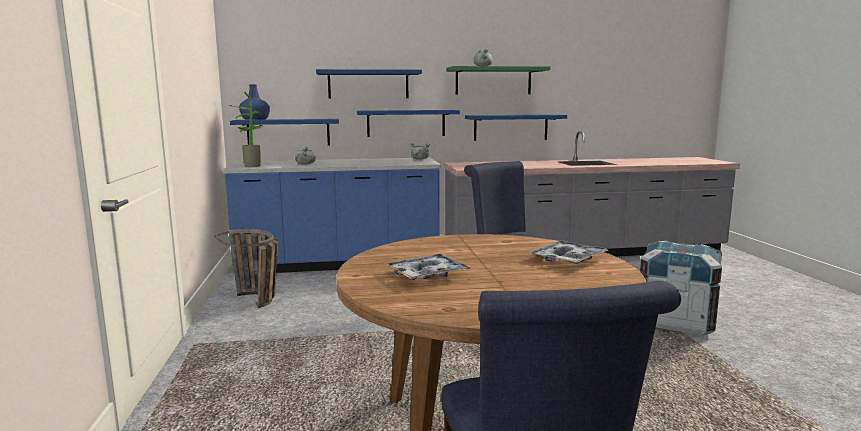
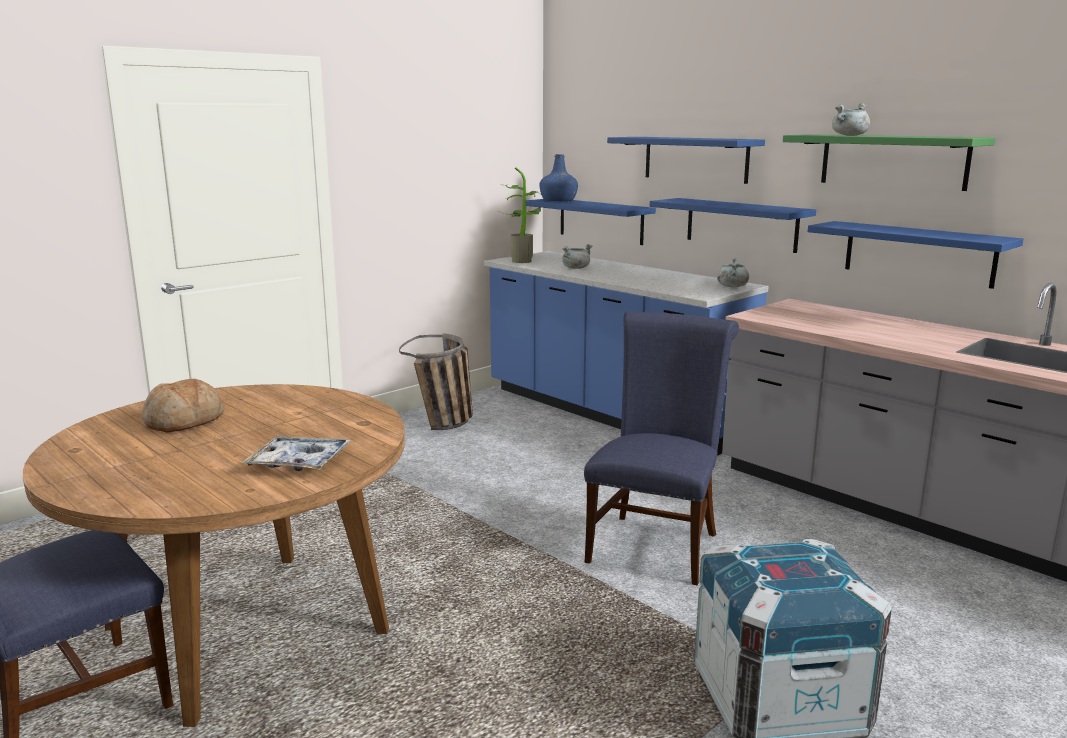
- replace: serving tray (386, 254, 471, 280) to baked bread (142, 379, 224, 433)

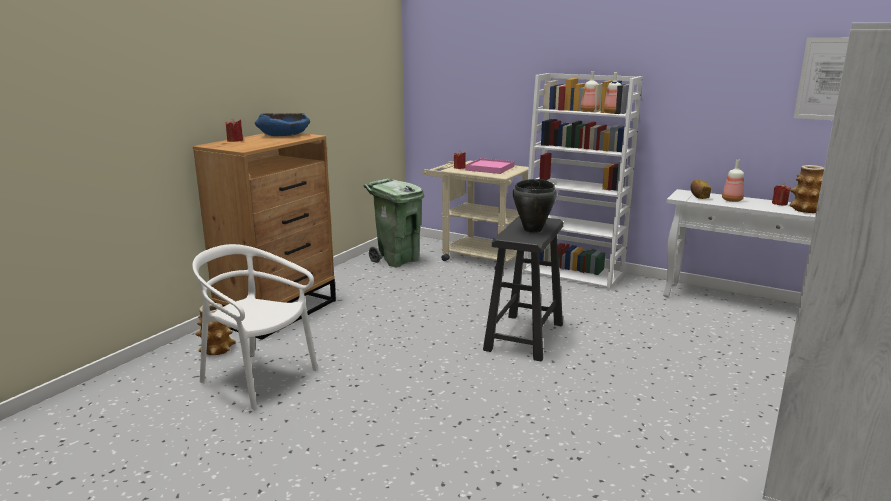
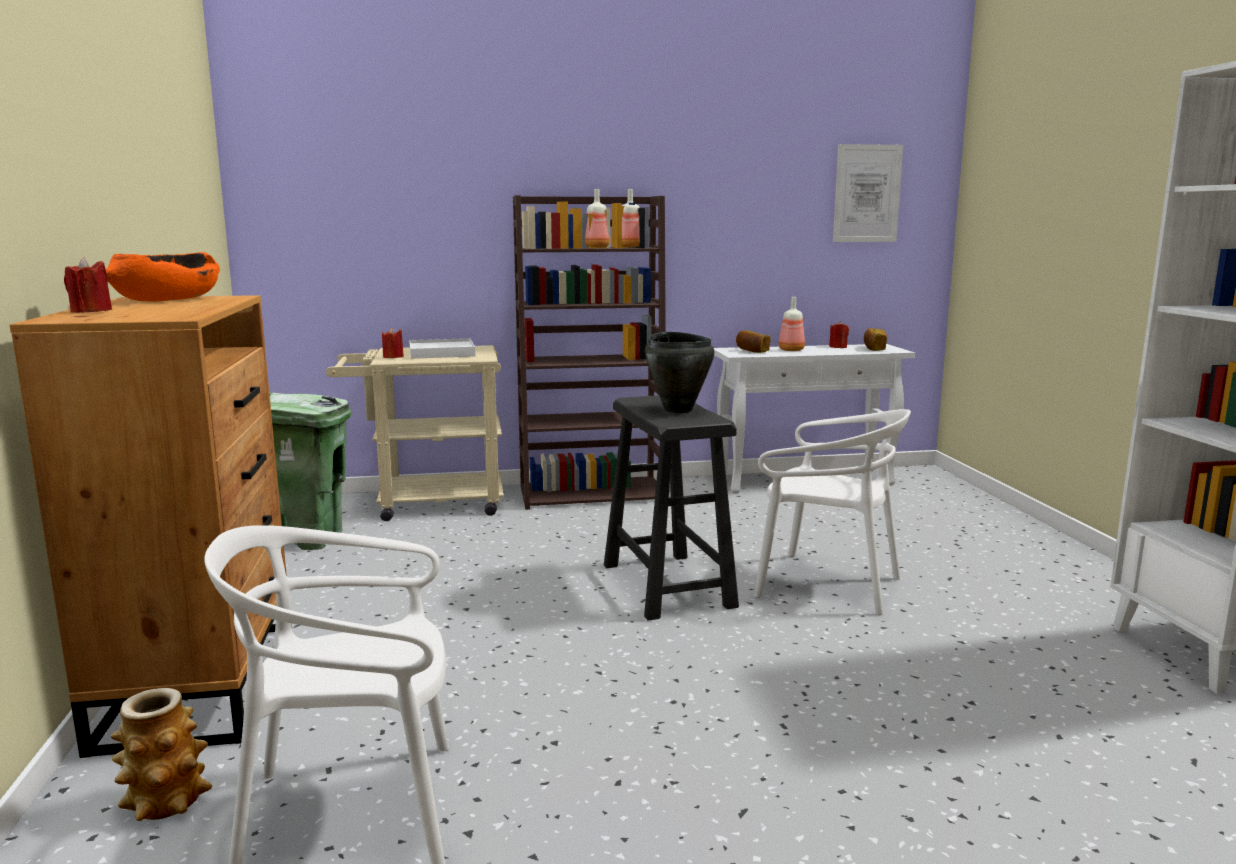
- recolor: whitish shelving unit (522, 73, 643, 291) to brownish shelving unit (513, 195, 666, 510)
- recolor: blue-coloured bowl (255, 113, 310, 136) to orangey bowl (106, 252, 220, 302)
- recolor: pinkish serving tray (465, 158, 514, 174) to whitish serving tray (409, 338, 476, 359)
- replace: vase (789, 165, 824, 213) to baked bread (864, 328, 887, 351)
- insert: whitish upright chair (754, 409, 911, 615)

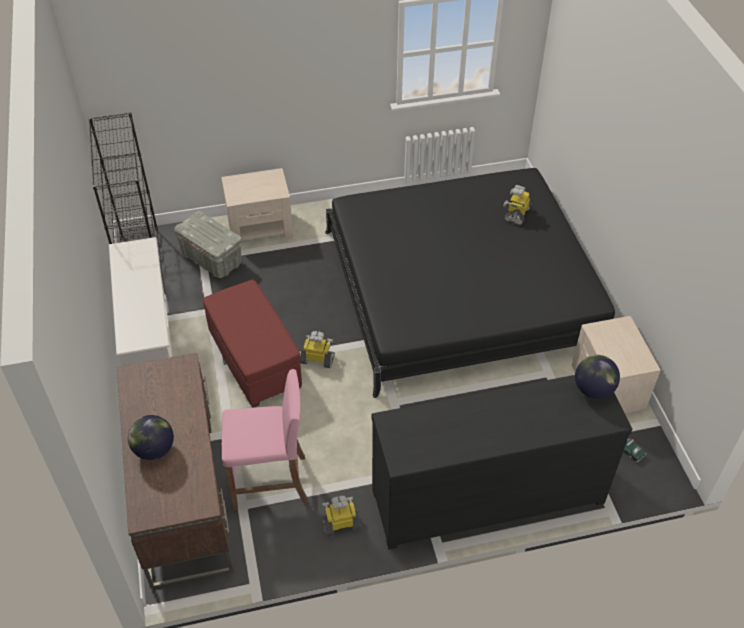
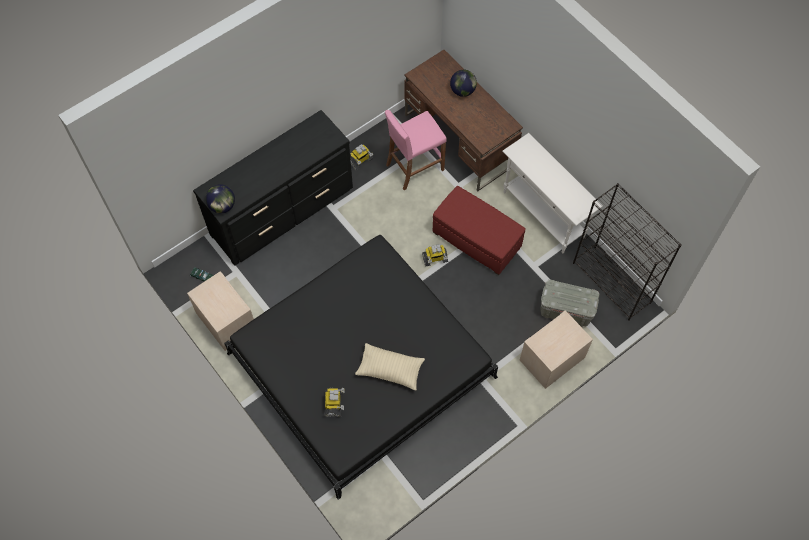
- insert: beige throw pillow (355, 343, 425, 391)

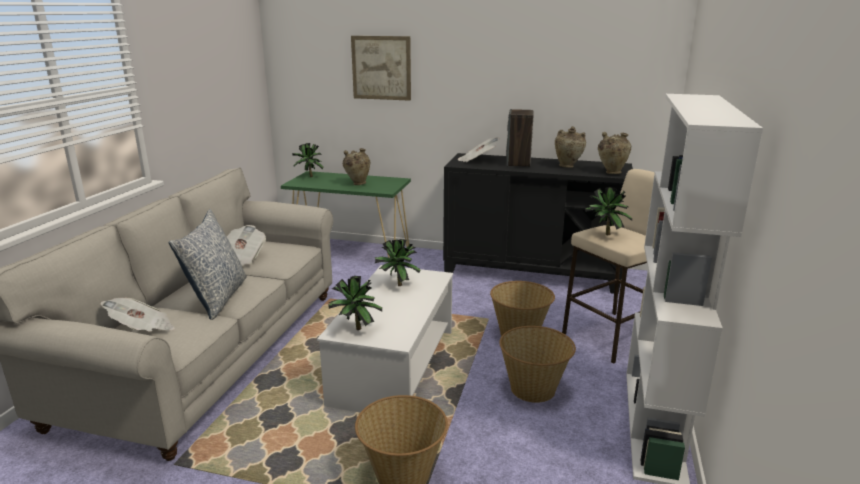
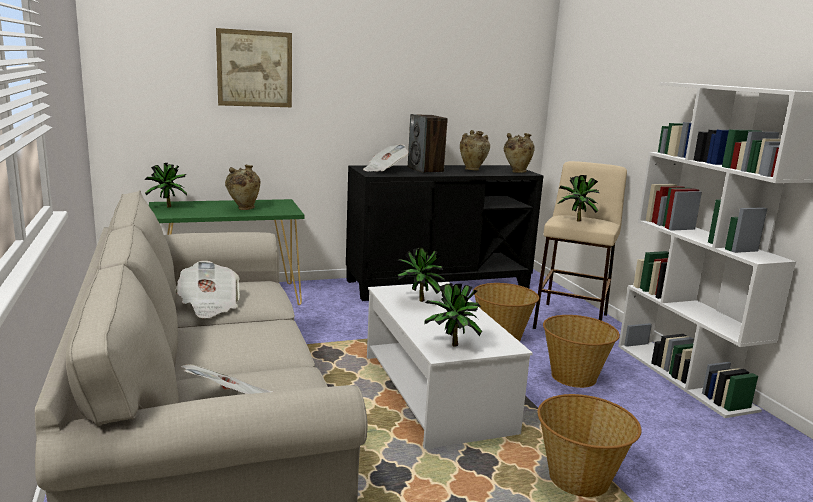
- delete: throw pillow (169, 209, 247, 320)

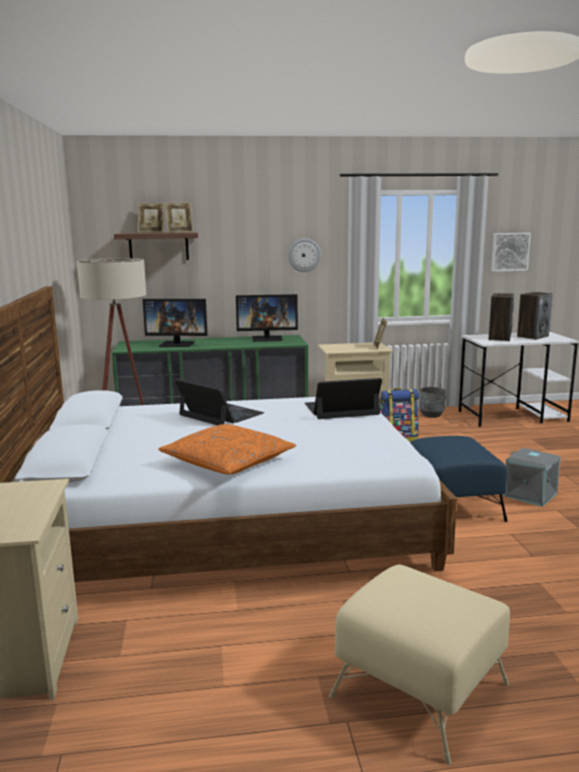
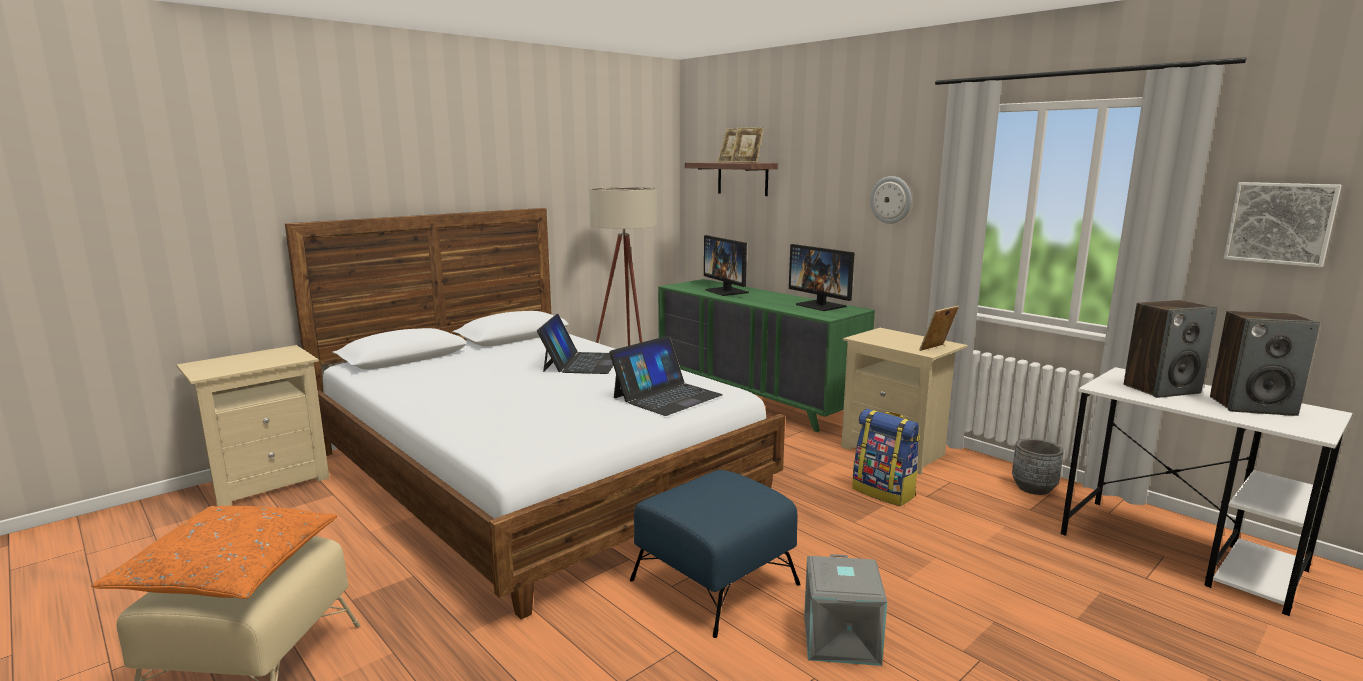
- rotate: portable computer (305, 378, 382, 419) = (609, 336, 723, 416) 90 degrees clockwise
- move: orangey throw pillow (158, 424, 296, 474) to (92, 506, 337, 599)

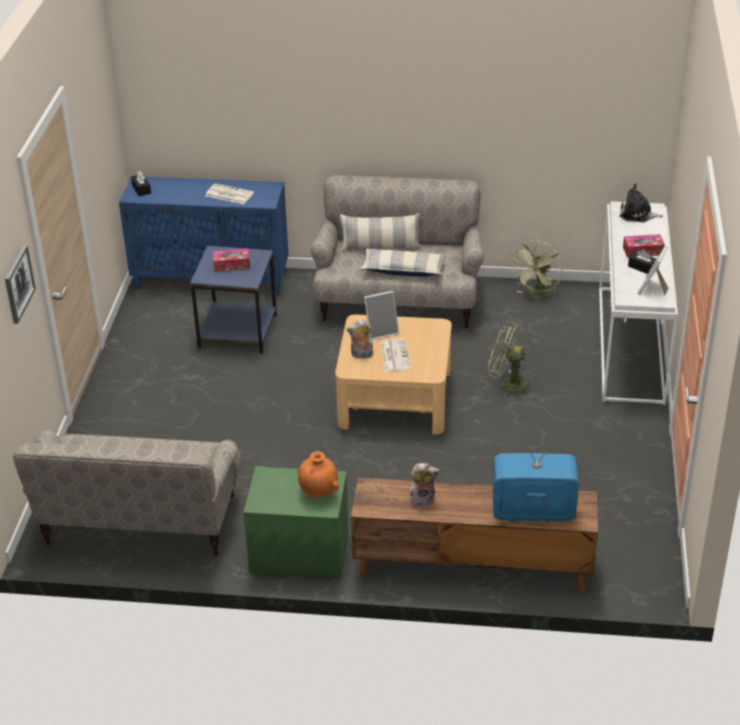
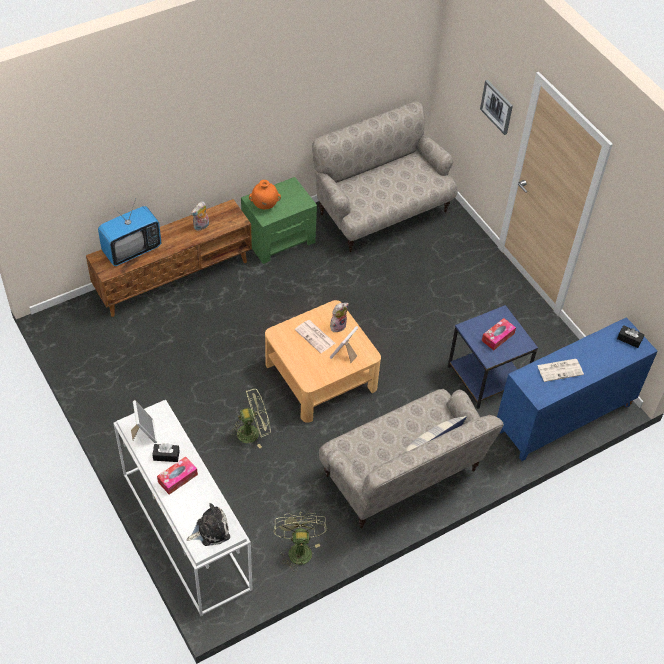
- delete: throw pillow (360, 249, 446, 277)

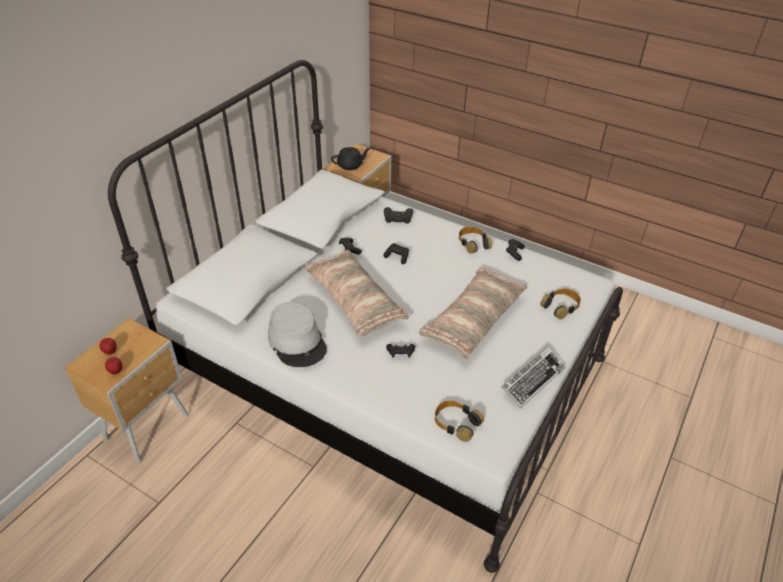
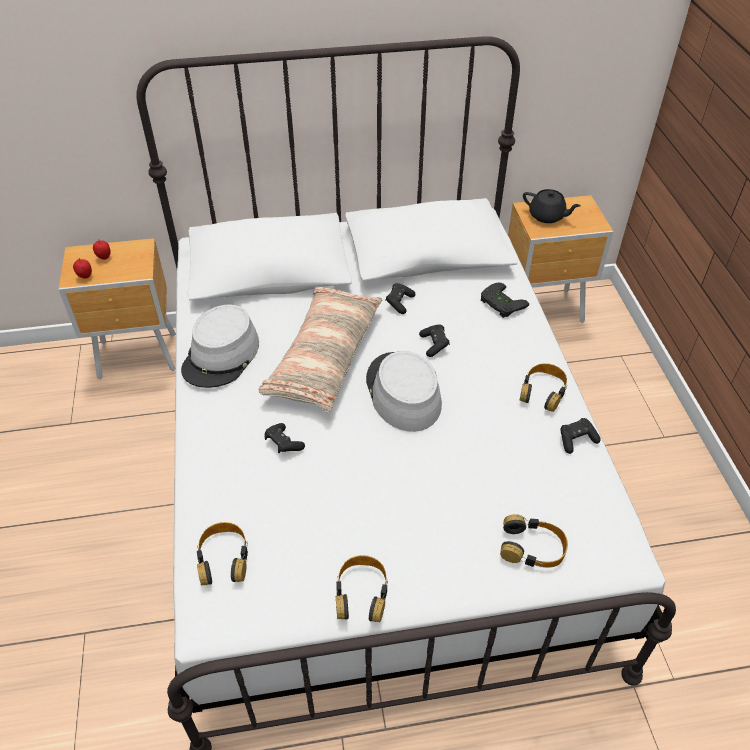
- delete: throw pillow (419, 268, 527, 359)
- replace: computer keyboard (502, 347, 566, 408) to headphones (336, 555, 388, 622)
- insert: gray hat (366, 351, 442, 432)

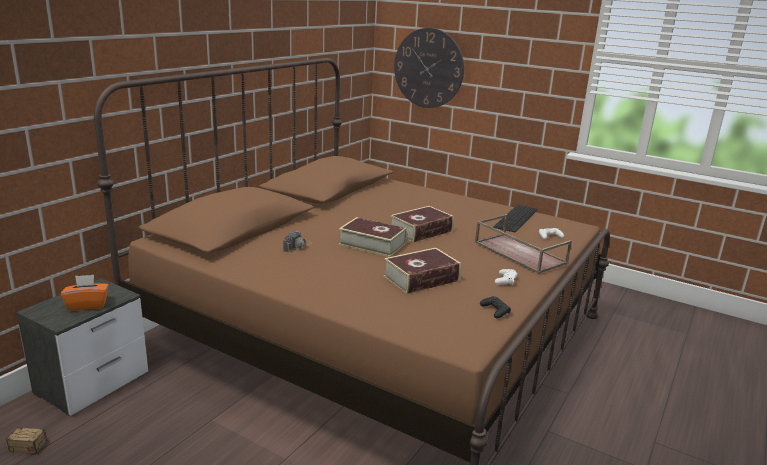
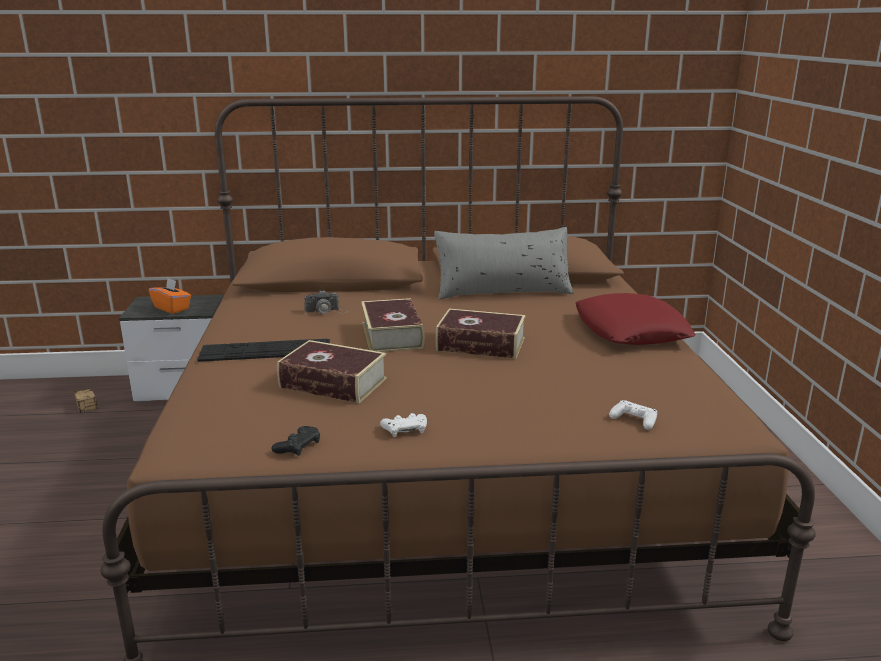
- delete: wall clock (394, 28, 464, 108)
- move: computer keyboard (493, 205, 538, 233) to (197, 338, 330, 362)
- delete: brownish serving tray (475, 214, 572, 274)
- insert: gray throw pillow (434, 227, 573, 300)
- insert: red-coloured throw pillow (576, 293, 695, 345)

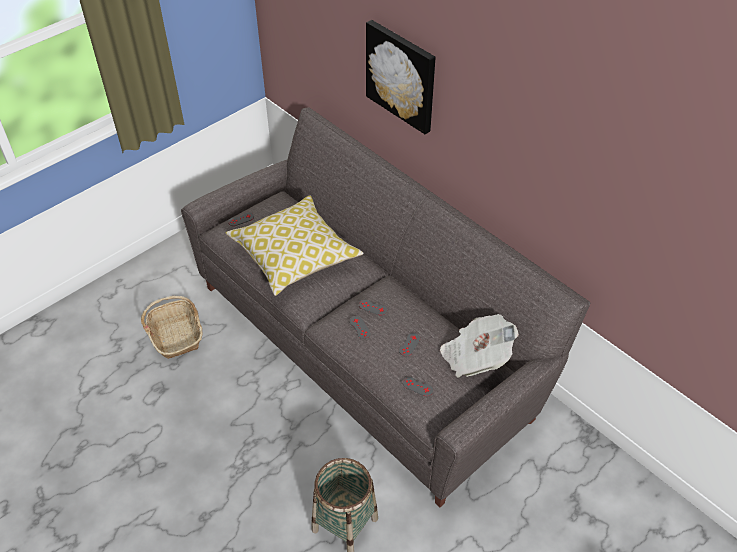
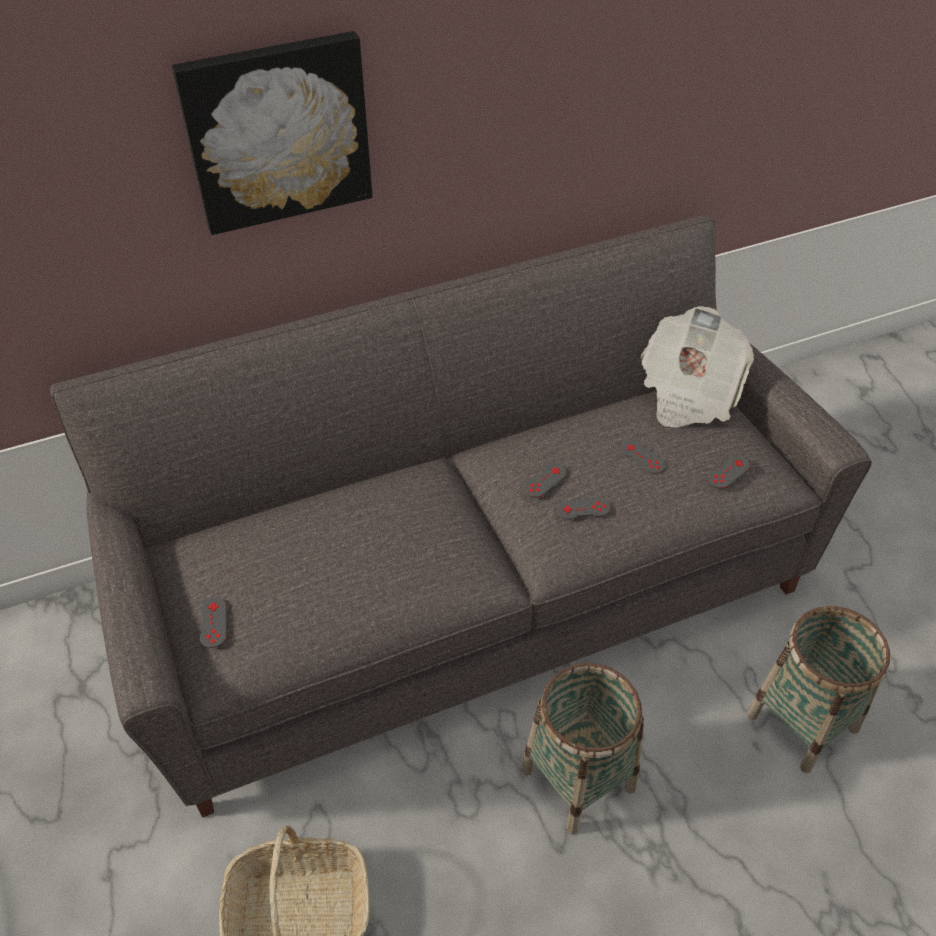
- delete: throw pillow (226, 195, 364, 296)
- insert: basket (521, 663, 644, 835)

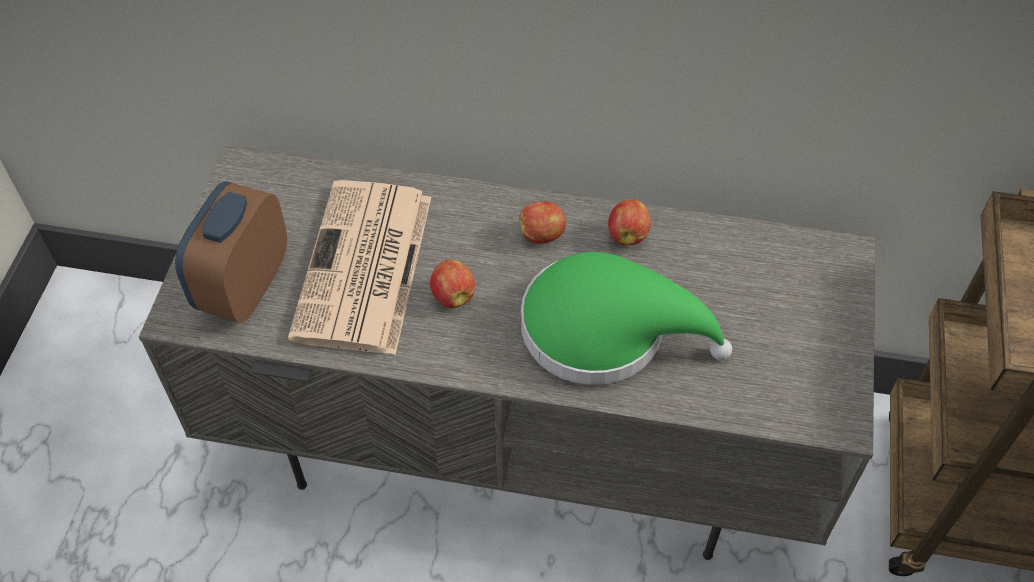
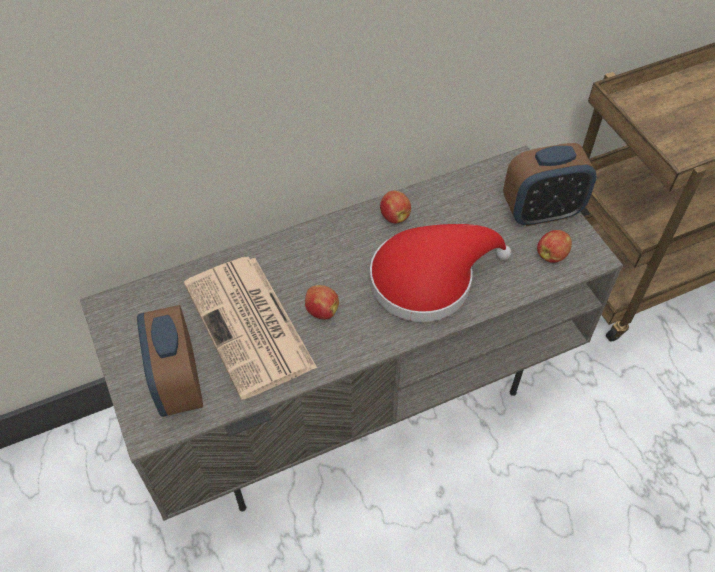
- move: whole apple (520, 201, 566, 244) to (537, 230, 572, 263)
- recolor: green-coloured hat (521, 252, 732, 385) to red-coloured hat (370, 224, 511, 322)
- insert: alarm clock (503, 143, 597, 226)

